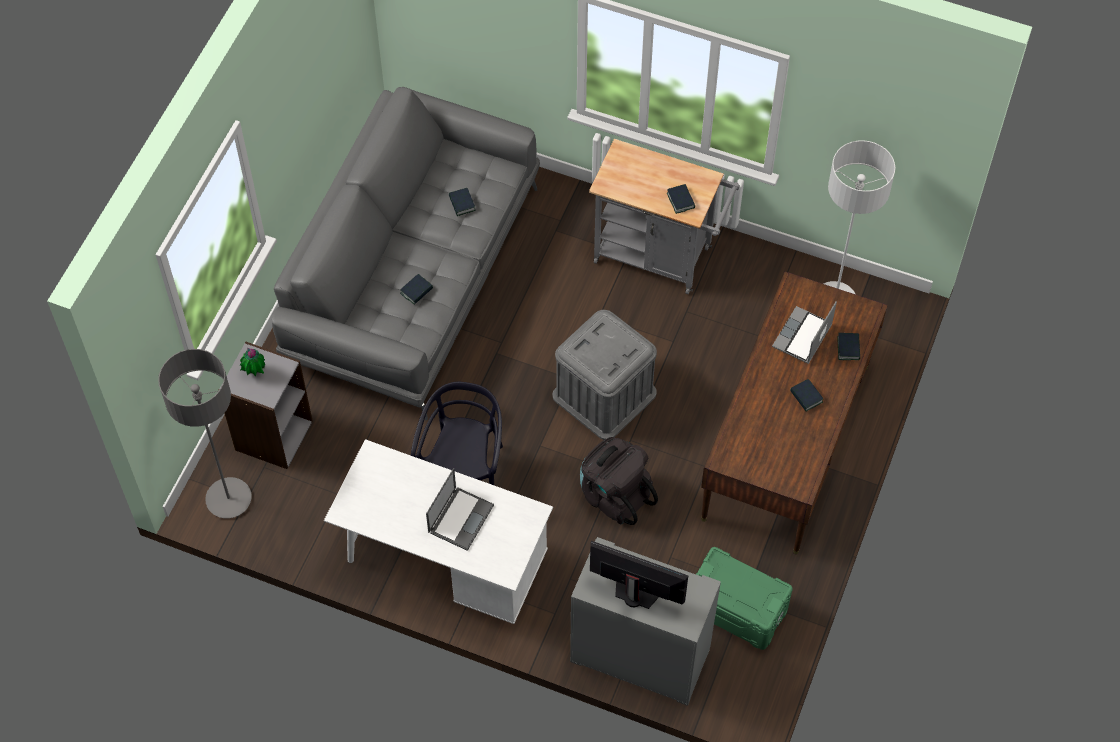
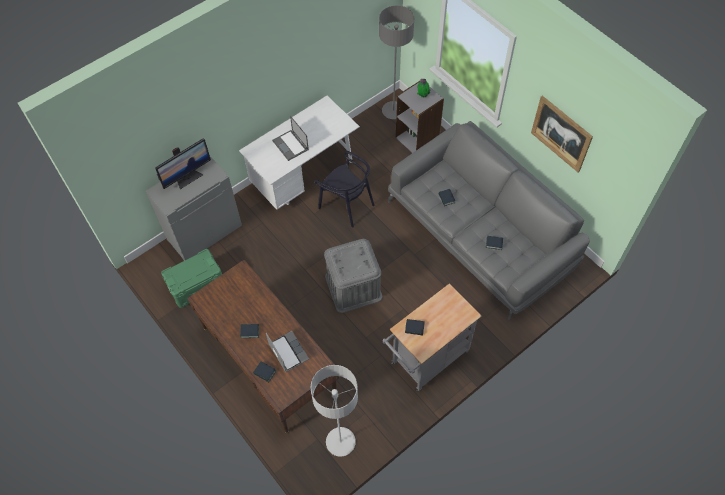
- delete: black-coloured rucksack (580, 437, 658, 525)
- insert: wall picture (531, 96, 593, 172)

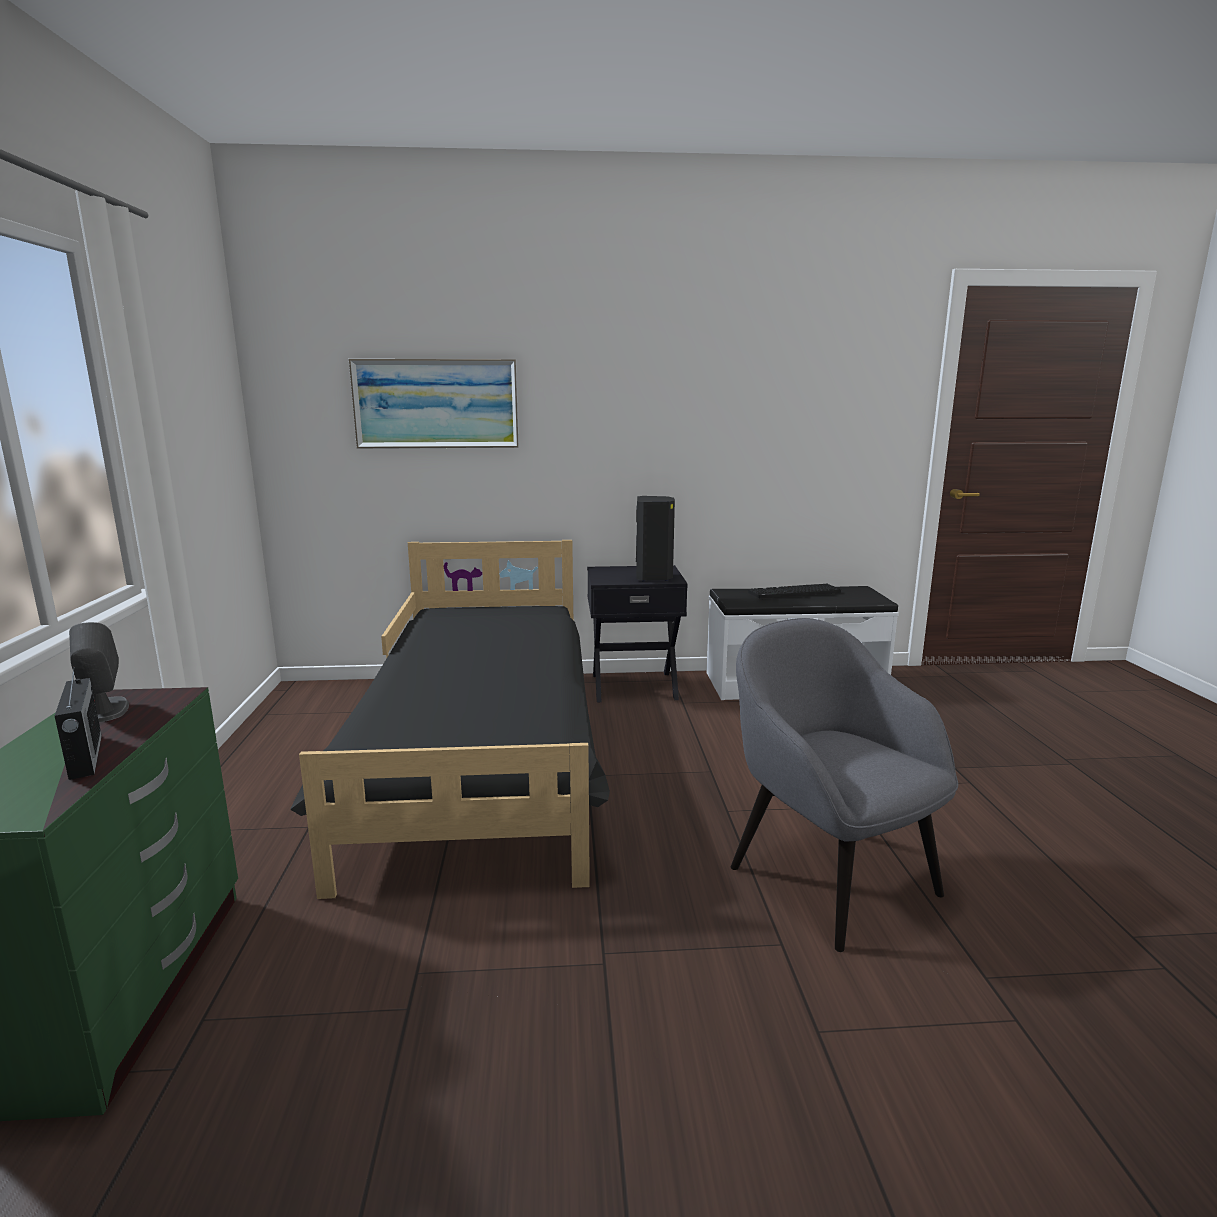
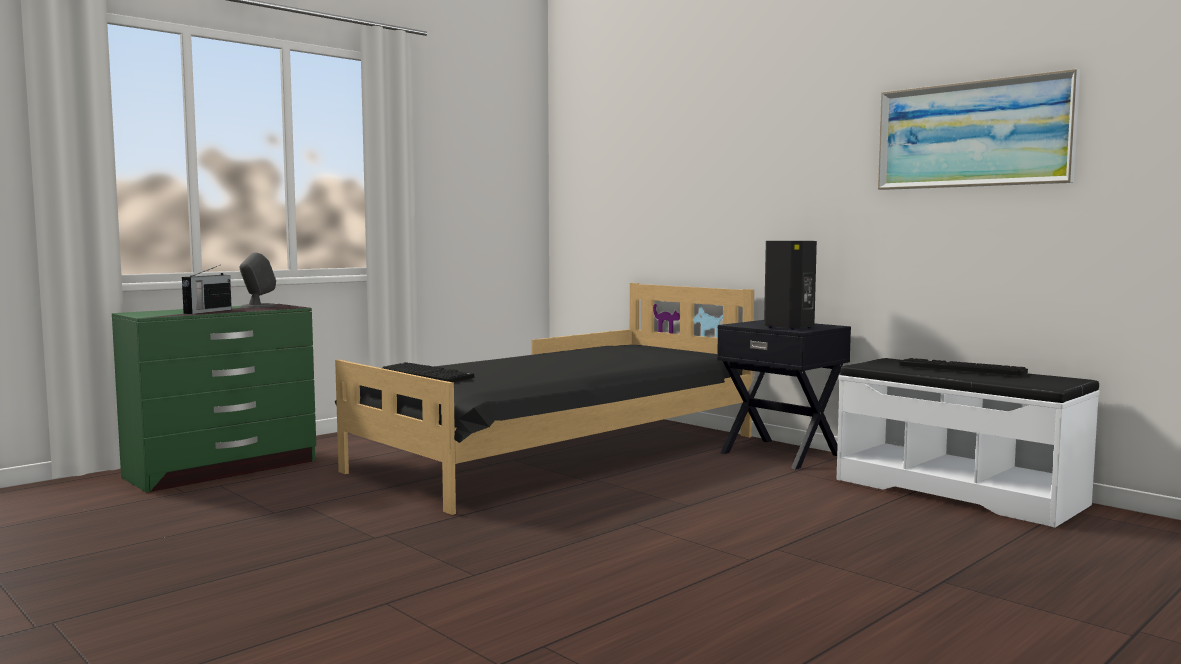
- move: wall picture (349, 359, 519, 449) to (878, 69, 1080, 190)
- delete: gray lounge chair (731, 618, 958, 952)
- insert: computer keyboard (383, 362, 474, 382)

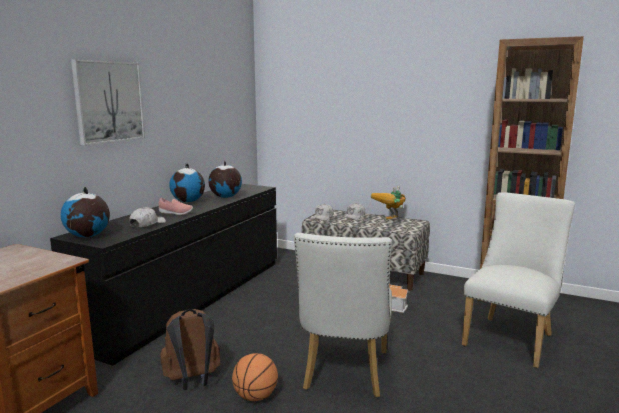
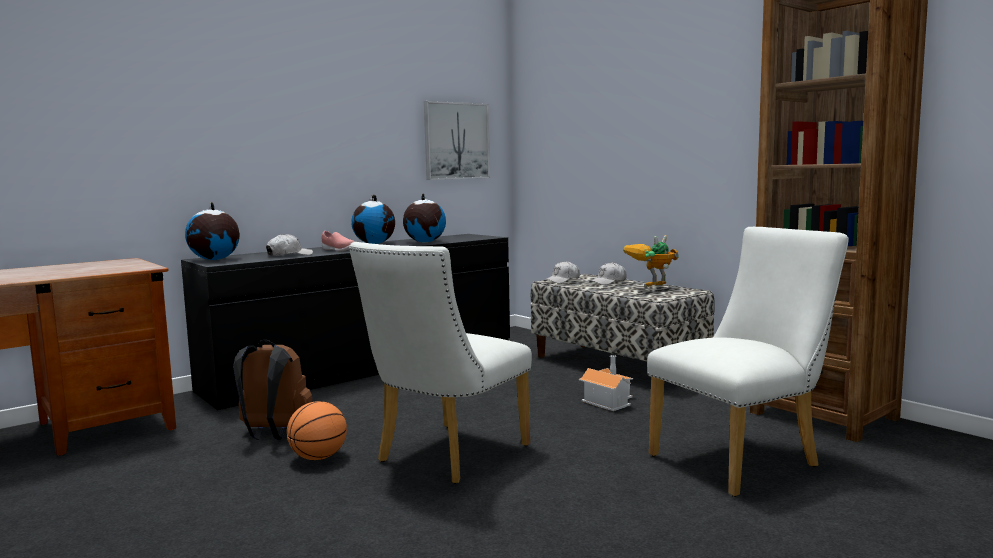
- move: wall picture (71, 59, 145, 146) to (424, 101, 490, 180)

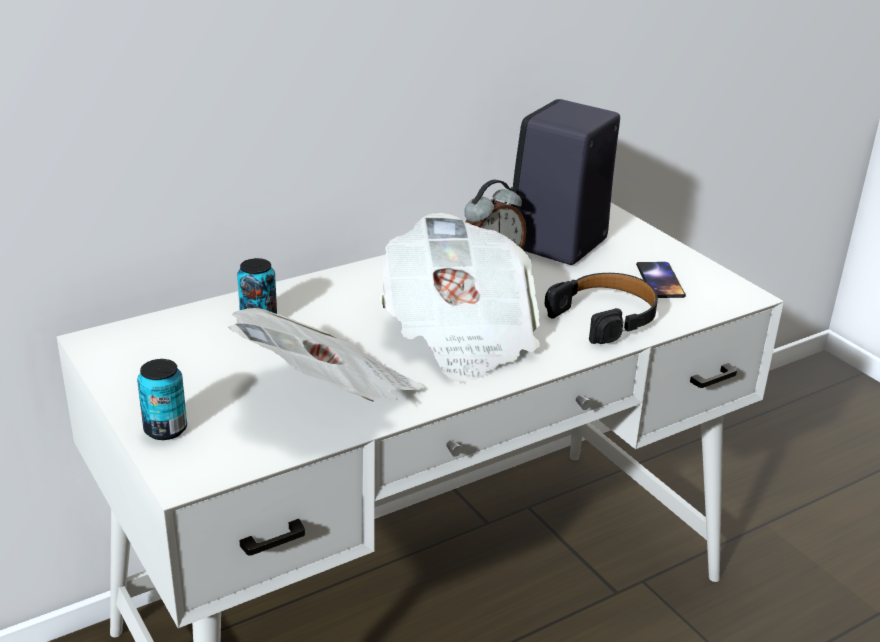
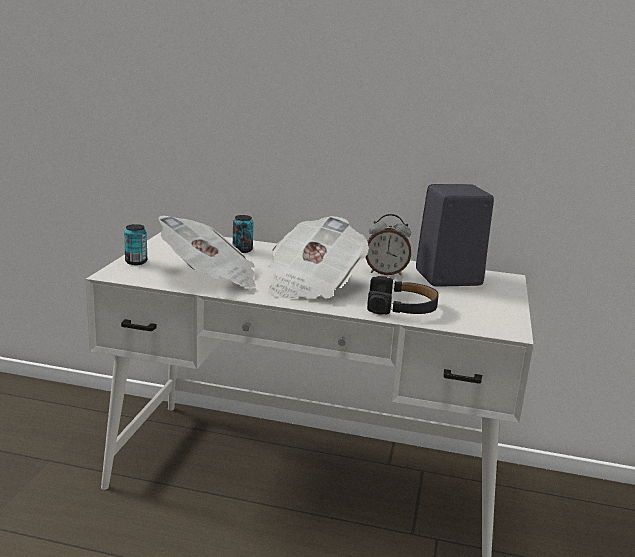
- delete: telephone (636, 262, 686, 298)

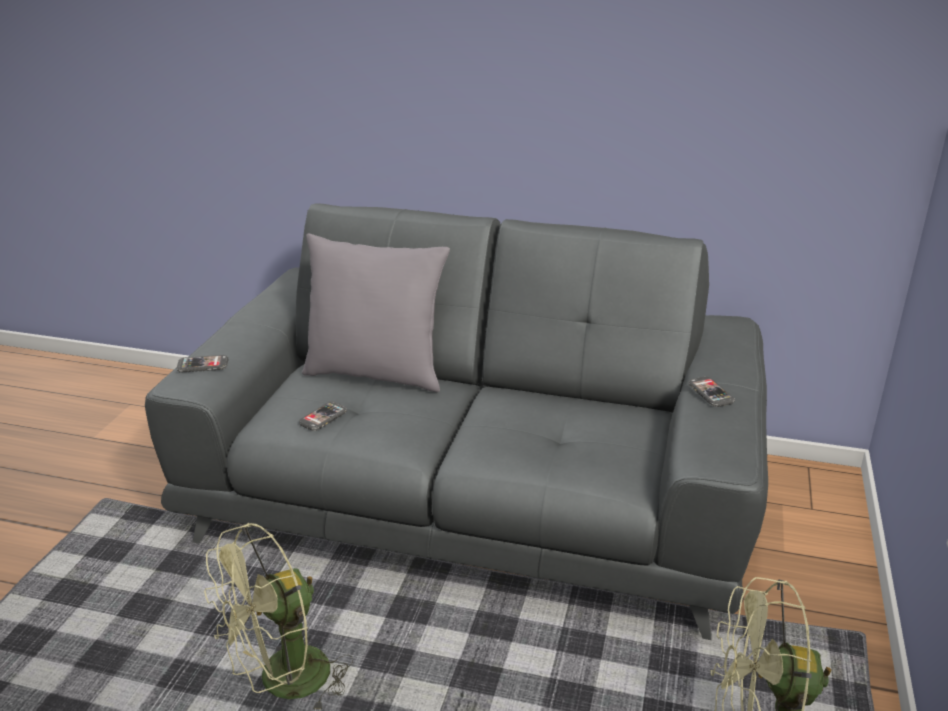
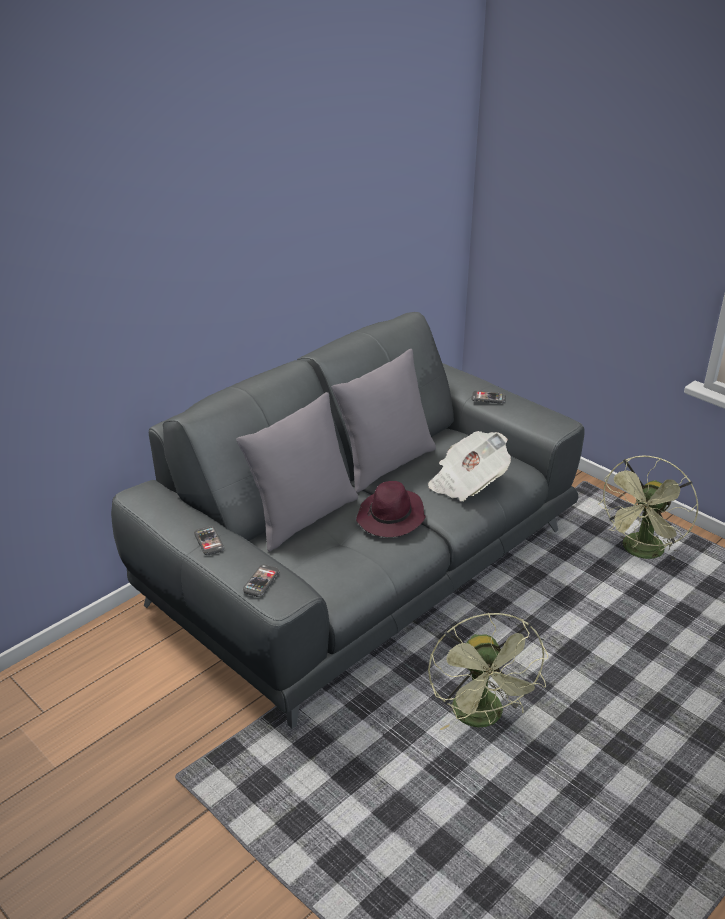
- move: telephone (299, 401, 347, 431) to (194, 526, 225, 555)
- insert: gray throw pillow (332, 349, 436, 493)
- insert: daily paper (428, 431, 511, 502)
- insert: purple-coloured hat (356, 481, 425, 537)

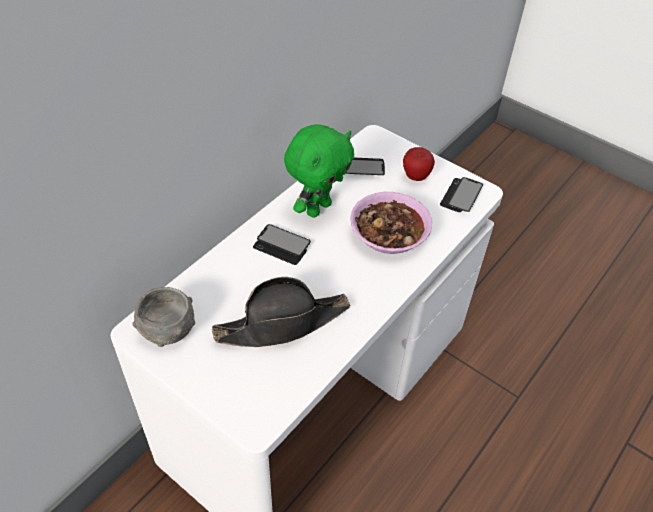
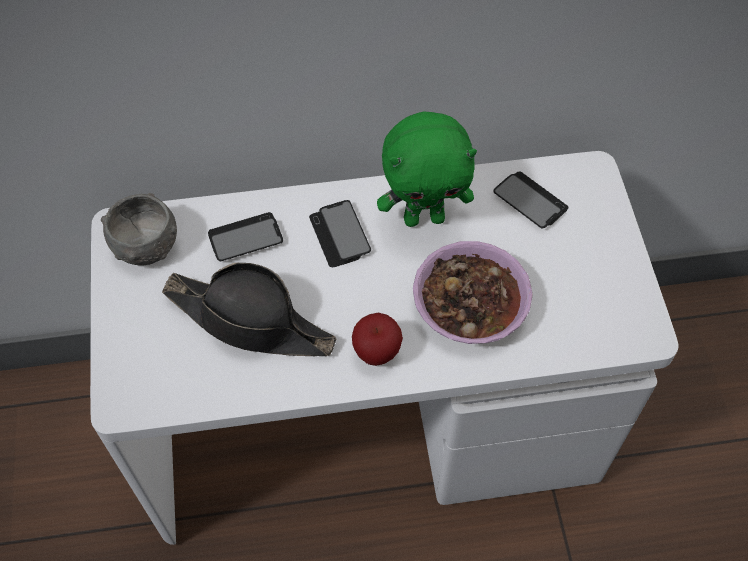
- move: whole apple (403, 147, 435, 181) to (352, 313, 403, 366)
- move: telephone (440, 177, 483, 212) to (208, 212, 283, 261)

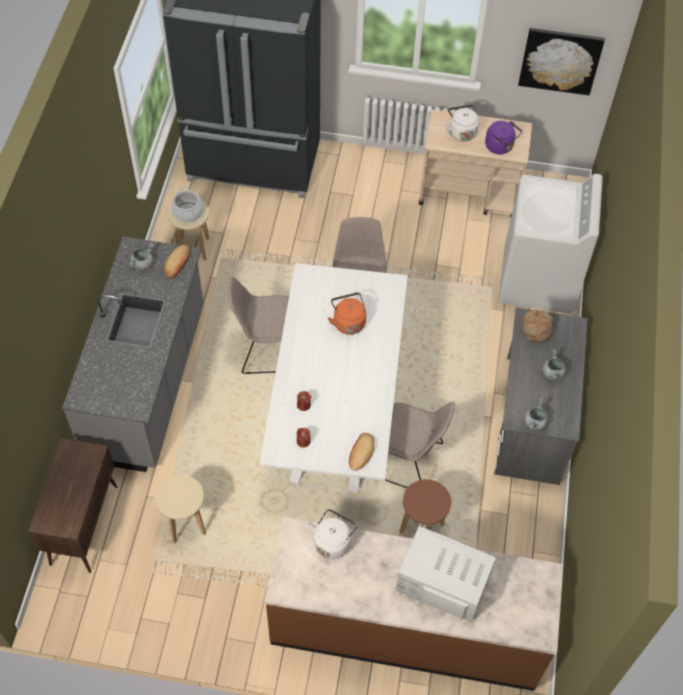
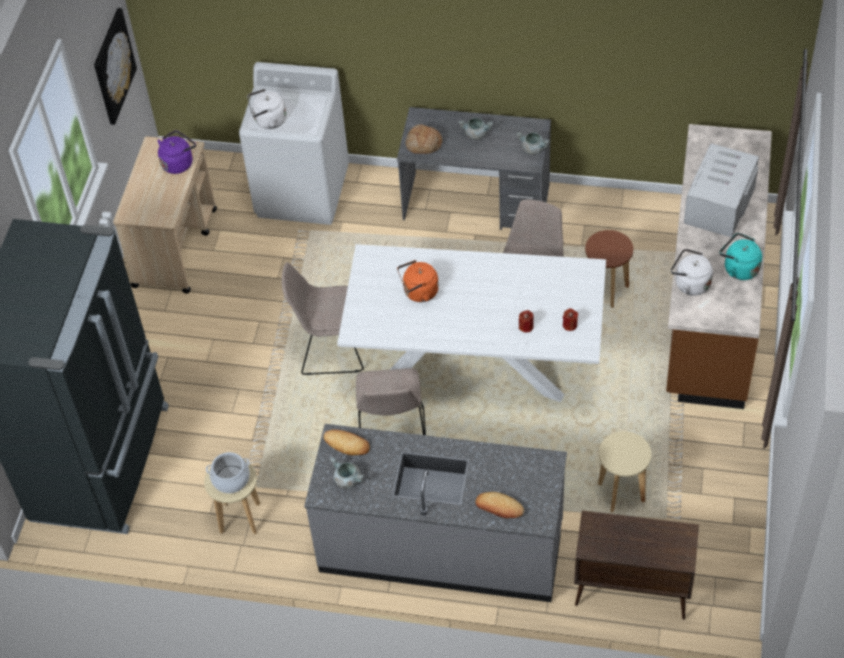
- move: whitish kettle (445, 104, 479, 142) to (247, 89, 286, 129)
- move: baked bread (349, 433, 375, 471) to (475, 492, 524, 518)
- insert: turquoise-coloured kettle (720, 233, 762, 280)

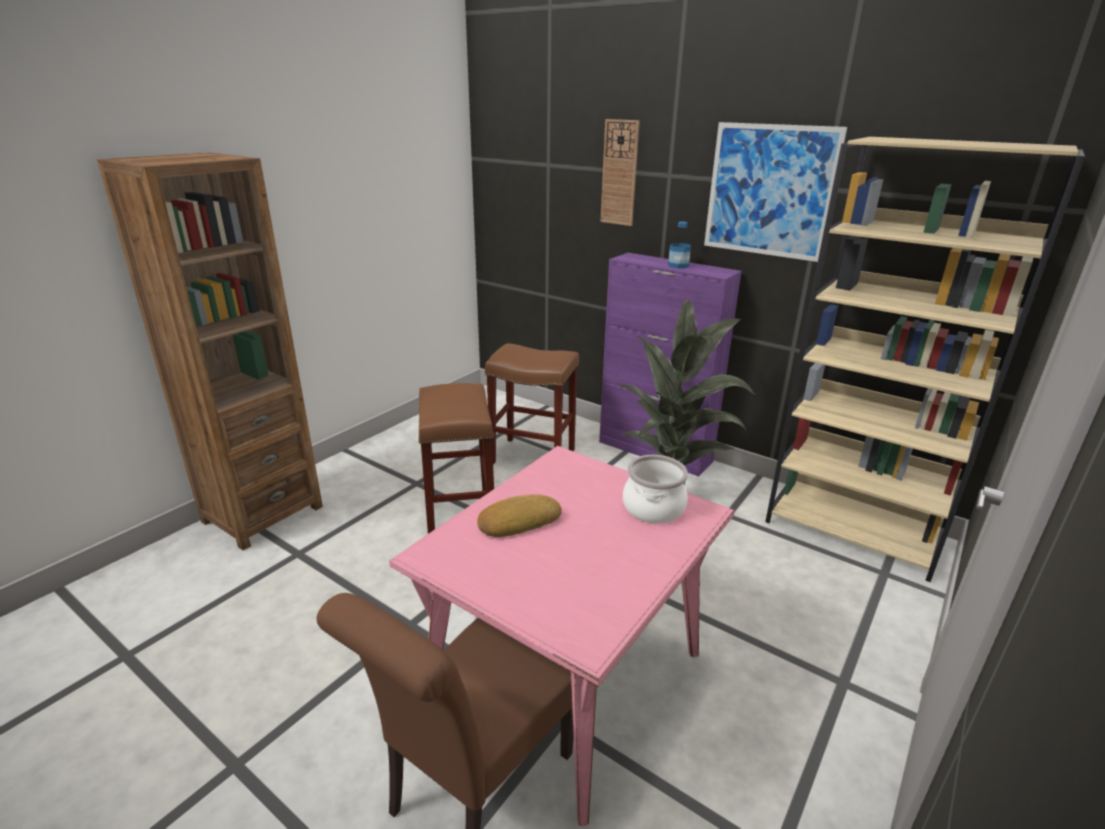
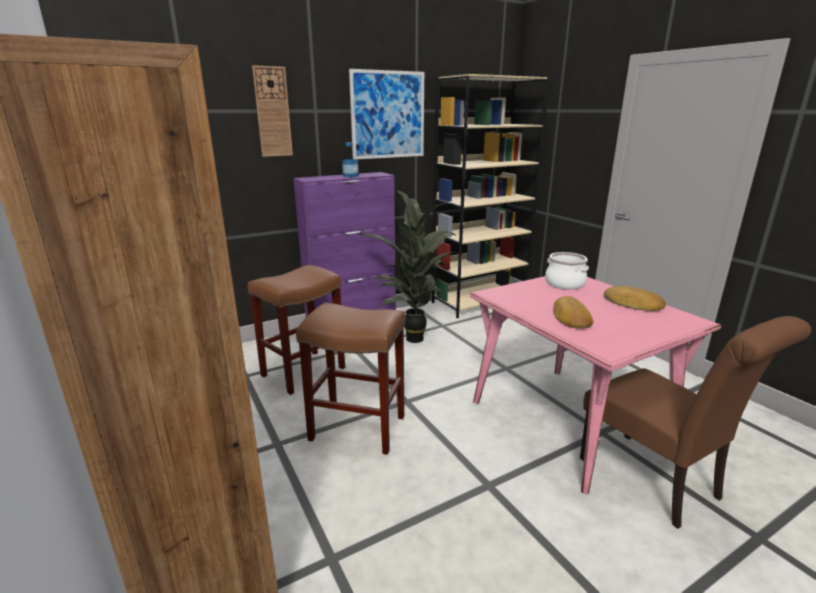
- insert: baked bread (604, 286, 666, 311)

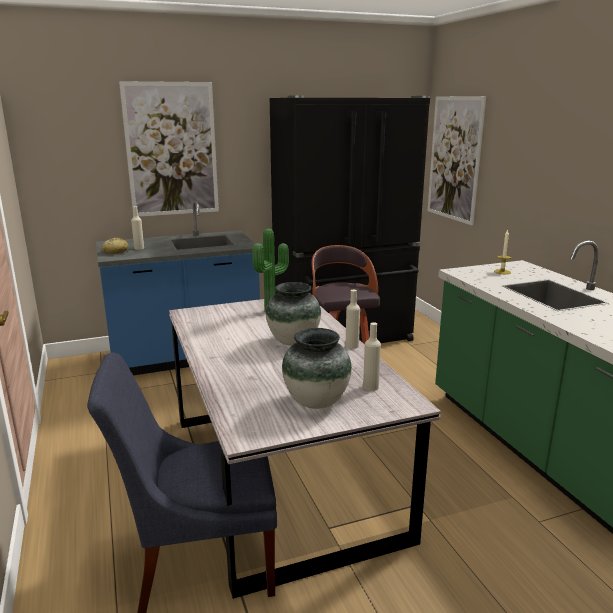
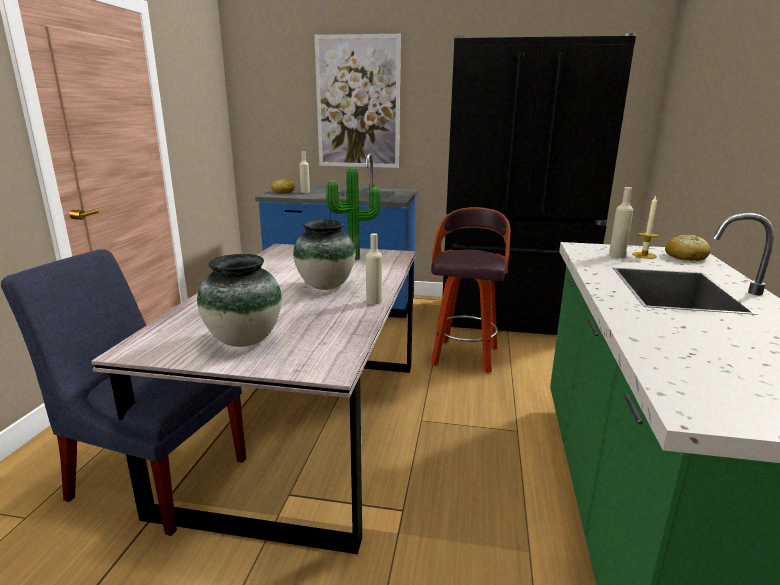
- delete: wall picture (428, 96, 486, 225)
- move: beige drink bottle (363, 322, 381, 391) to (609, 187, 633, 258)
- insert: baked bread (665, 234, 711, 261)

